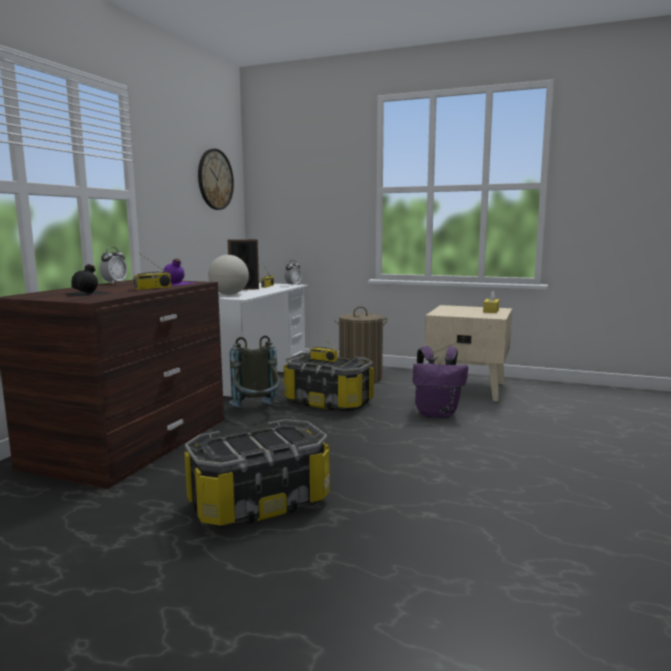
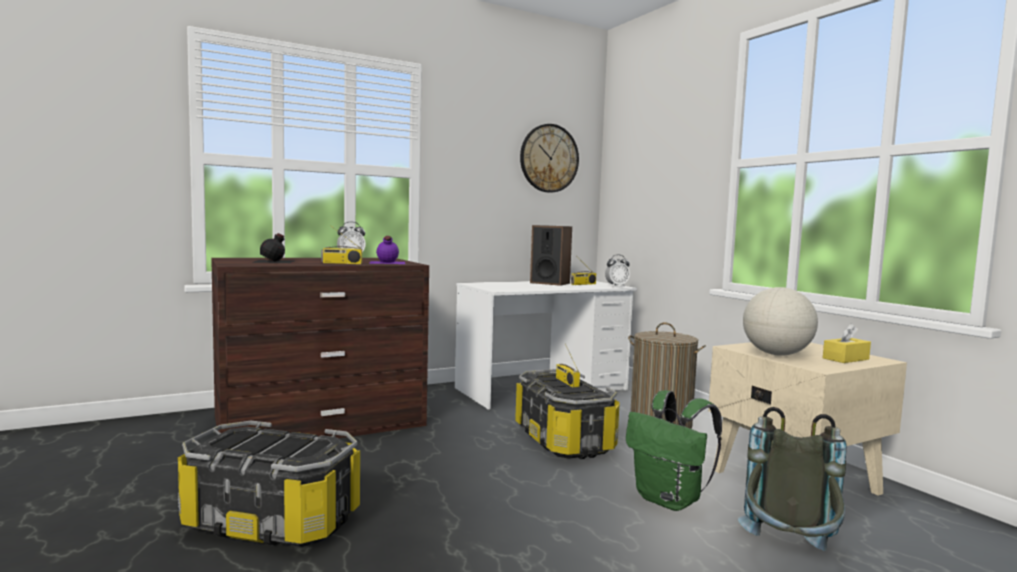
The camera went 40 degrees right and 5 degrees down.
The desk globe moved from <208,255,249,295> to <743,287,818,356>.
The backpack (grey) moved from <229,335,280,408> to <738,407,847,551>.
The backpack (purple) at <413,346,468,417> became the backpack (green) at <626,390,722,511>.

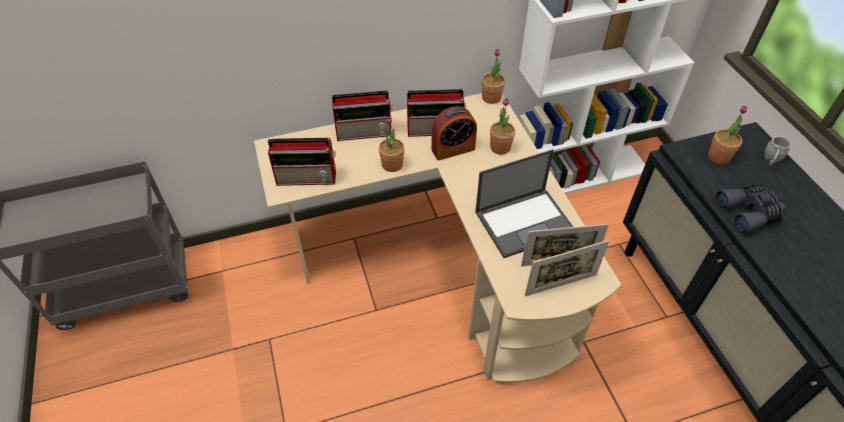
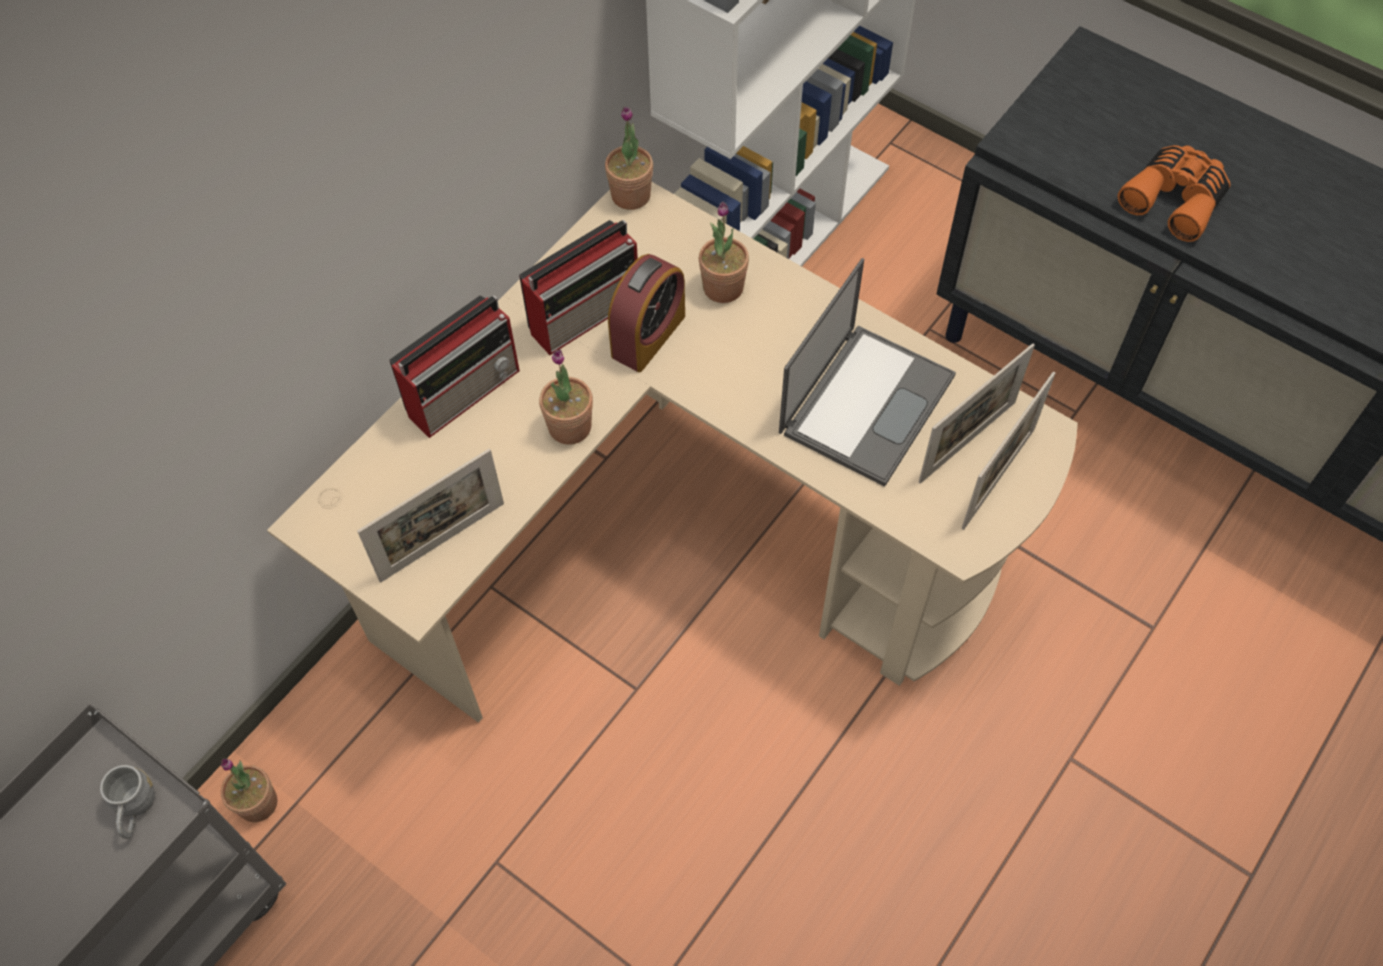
The camera went 35 degrees left and 10 degrees up.
The plant in a pot moved from <708,105,747,164> to <221,758,278,822>.
The mug (grey) moved from <764,136,791,166> to <100,765,155,839>.
The radio receiver at <268,138,336,186> was replaced by the photo frame at <357,449,504,583>.
The pair of binoculars (grey) at <715,185,786,234> became the pair of binoculars (orangey) at <1117,145,1230,242>.

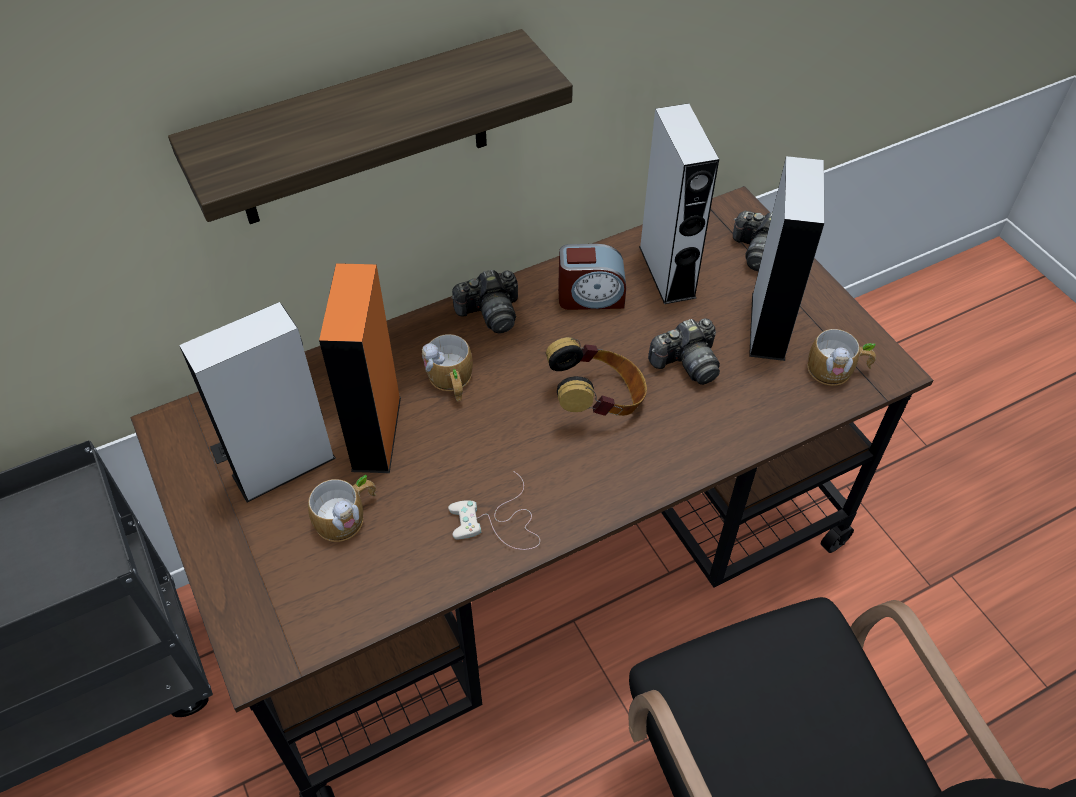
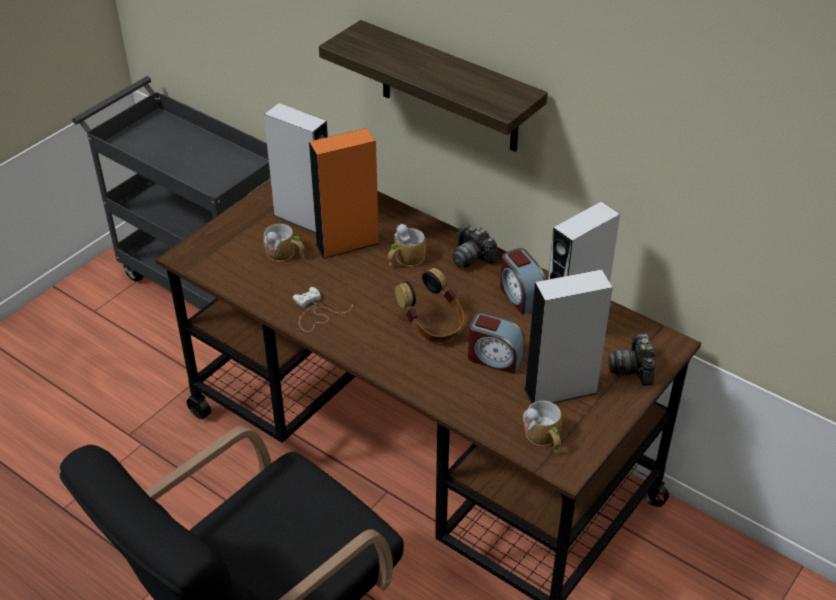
The camera went 65 degrees right and 10 degrees down.
The still camera at <648,318,720,385> was replaced by the alarm clock at <468,312,525,374>.

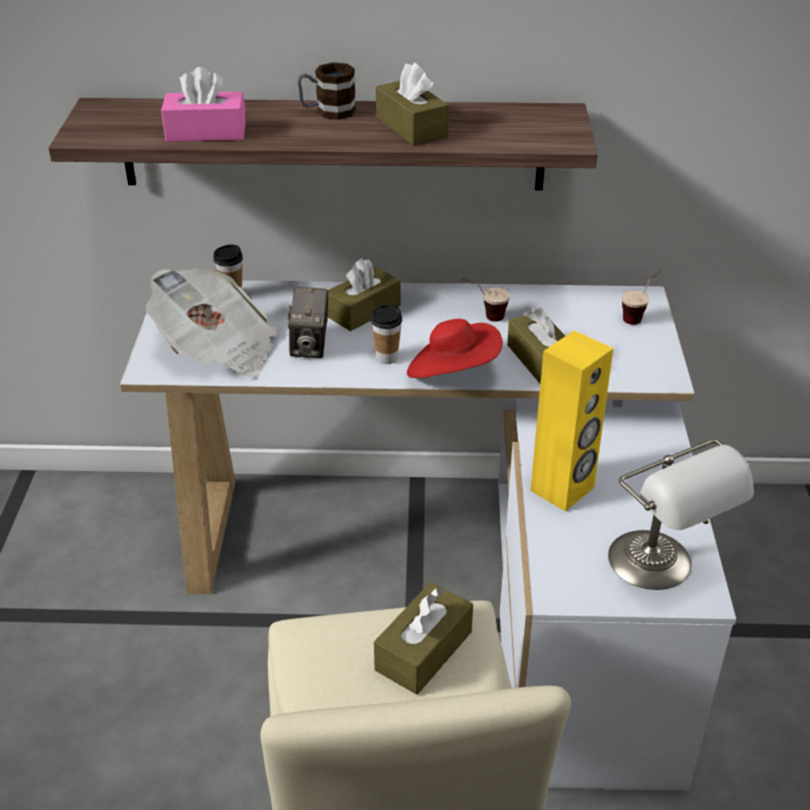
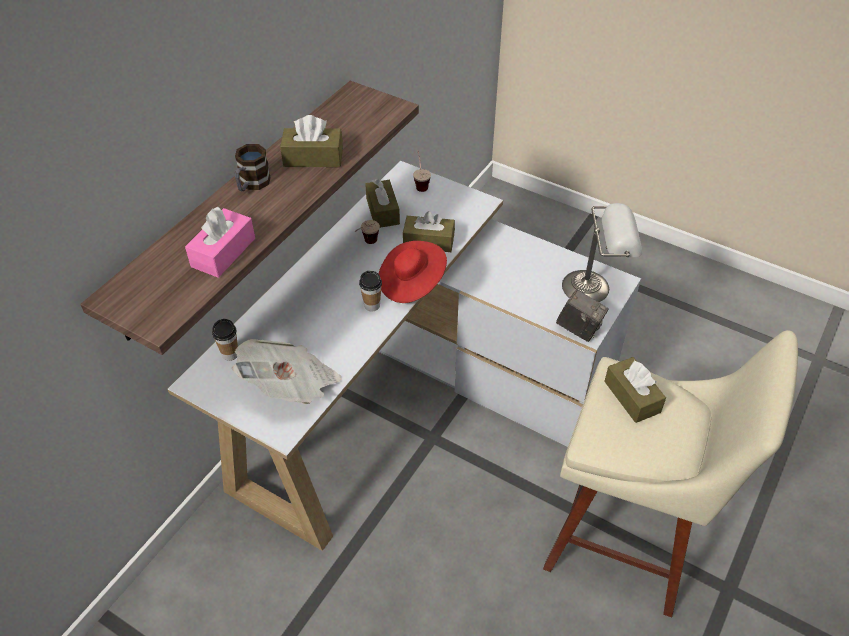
The camera went 60 degrees left and 10 degrees up.
The audio speaker (yellow-coloured) at <531,331,614,511> disappeared.
The still camera moved from <287,287,328,358> to <556,290,609,342>.
The box of tissues (brownish) moved from <328,259,401,331> to <365,179,400,228>.

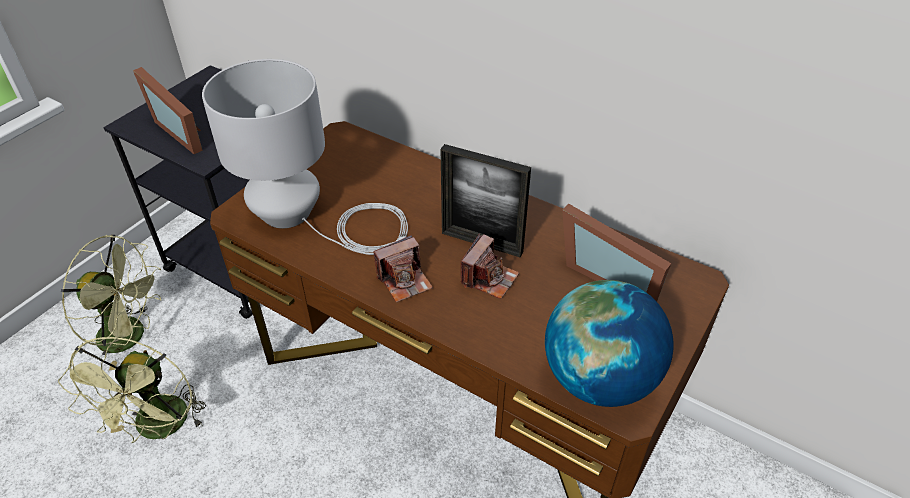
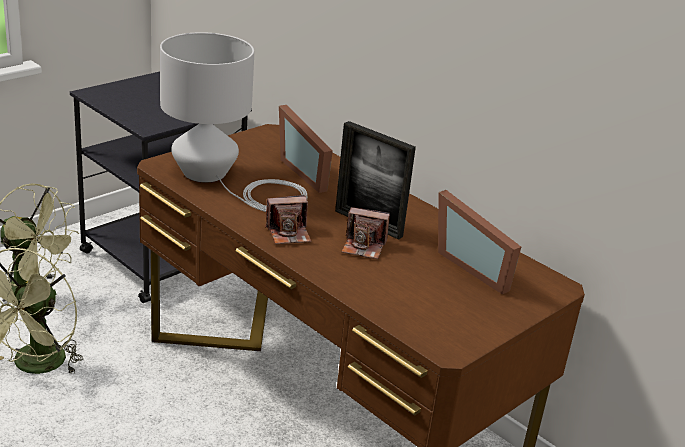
The camera went 10 degrees right and 15 degrees down.
The desk globe at <545,280,674,407> disappeared.
The photo frame moved from <133,67,203,154> to <279,105,333,193>.
The still camera at <461,234,519,299> turned 60 degrees clockwise.

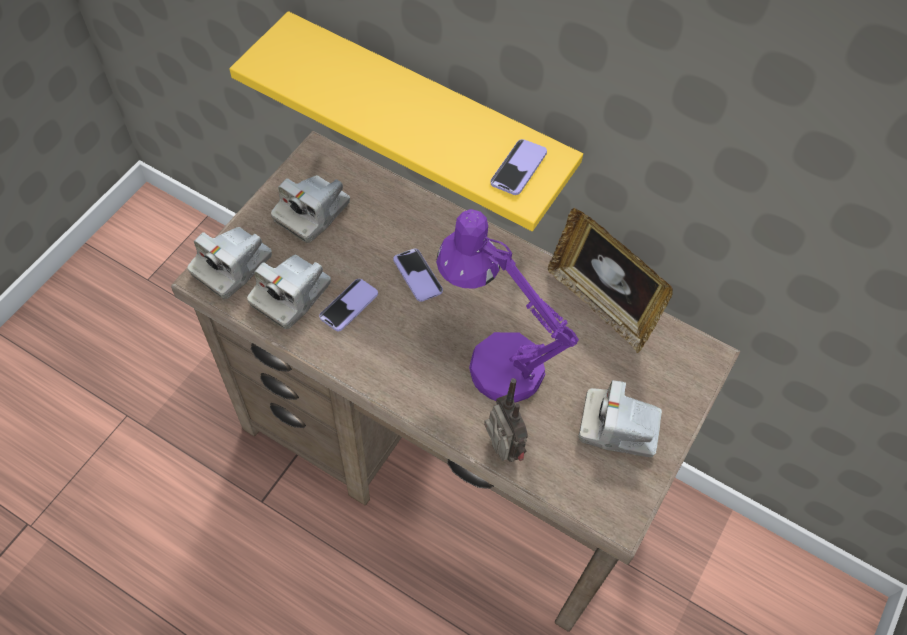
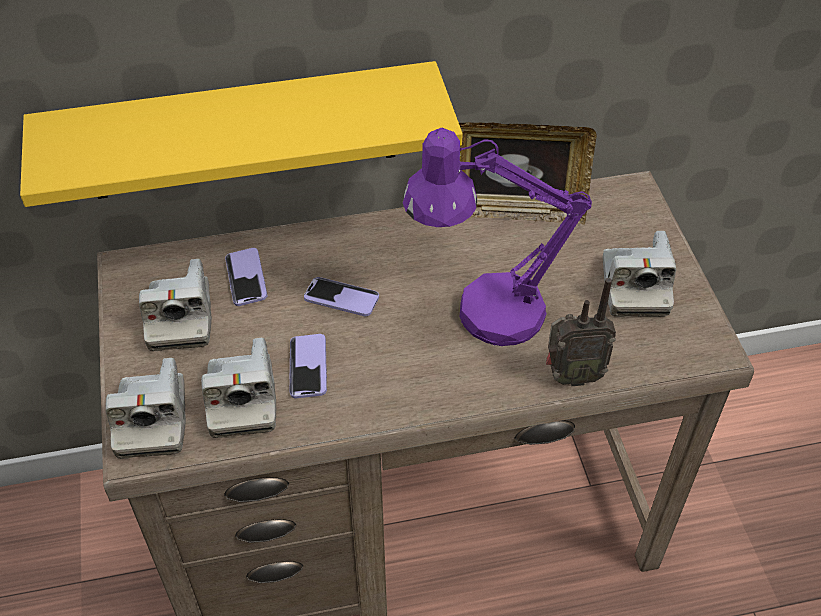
The camera went 40 degrees left and 10 degrees down.
The telephone moved from <491,139,547,195> to <225,248,267,306>.
The radio receiver at <484,378,528,462> turned 150 degrees clockwise.
The still camera at <578,380,662,457> turned 60 degrees counterclockwise.

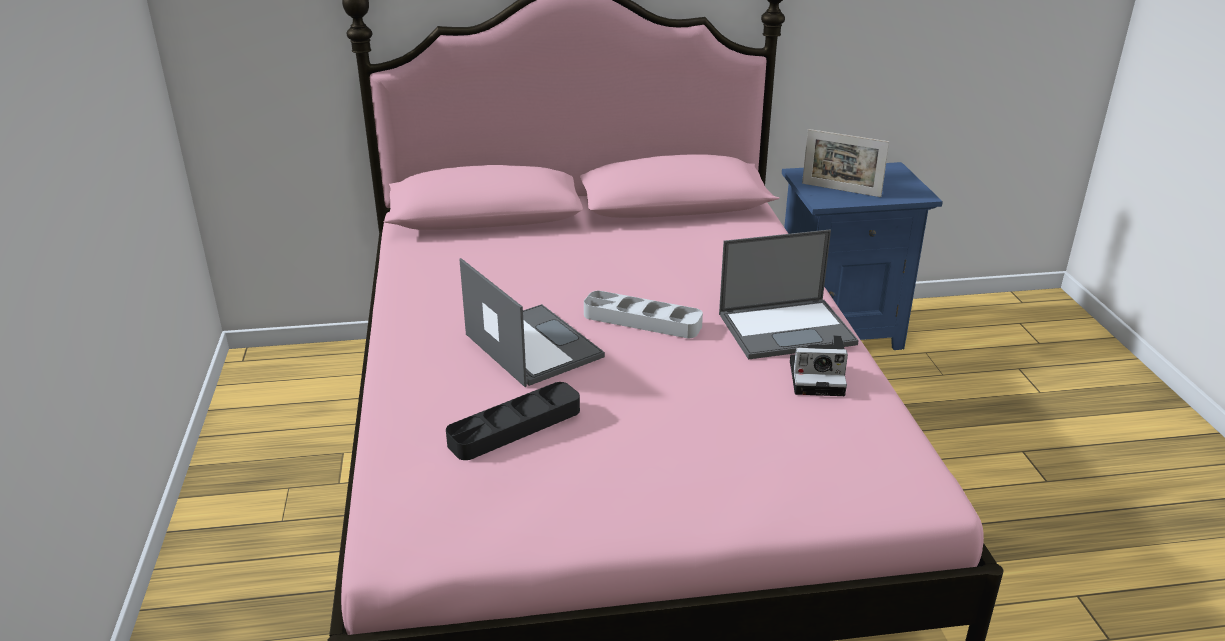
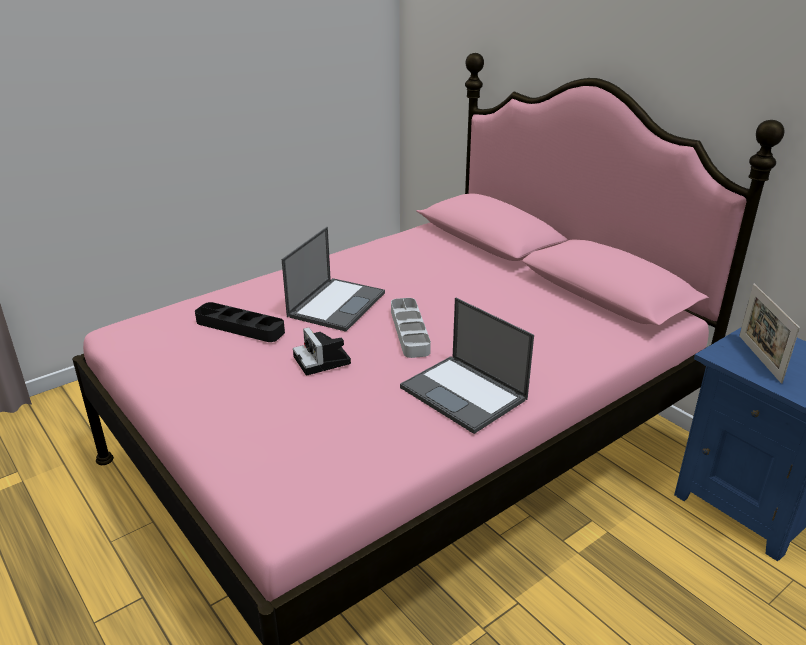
The camera went 60 degrees right and 0 degrees up.
The still camera moved from <790,335,848,396> to <293,327,351,376>.

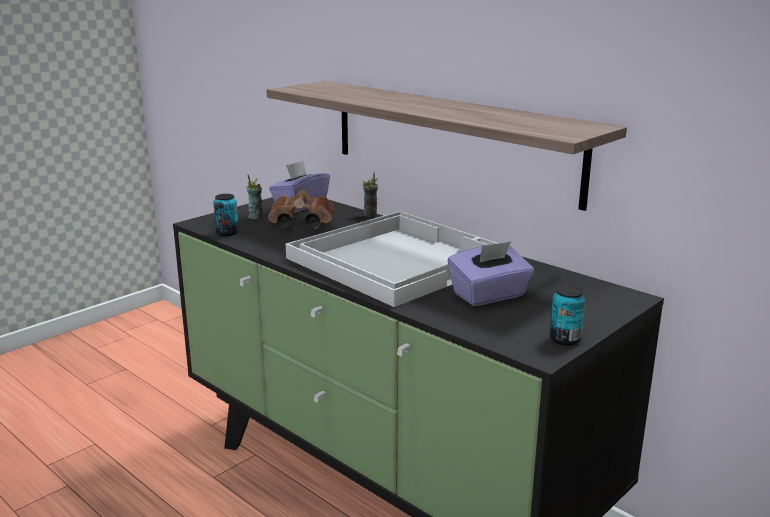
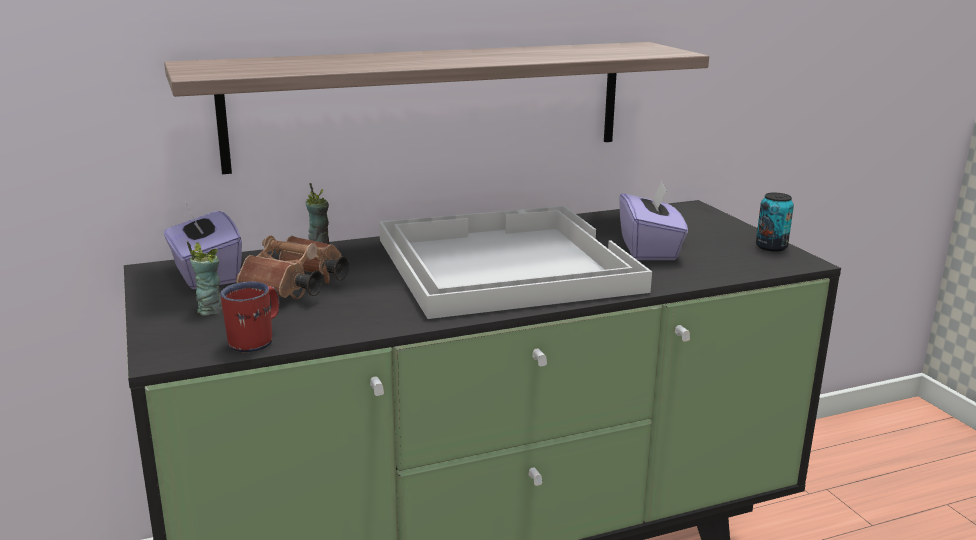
The camera went 65 degrees left and 0 degrees up.
The can at <213,194,239,236> was replaced by the mug (red-coloured) at <220,282,280,352>.

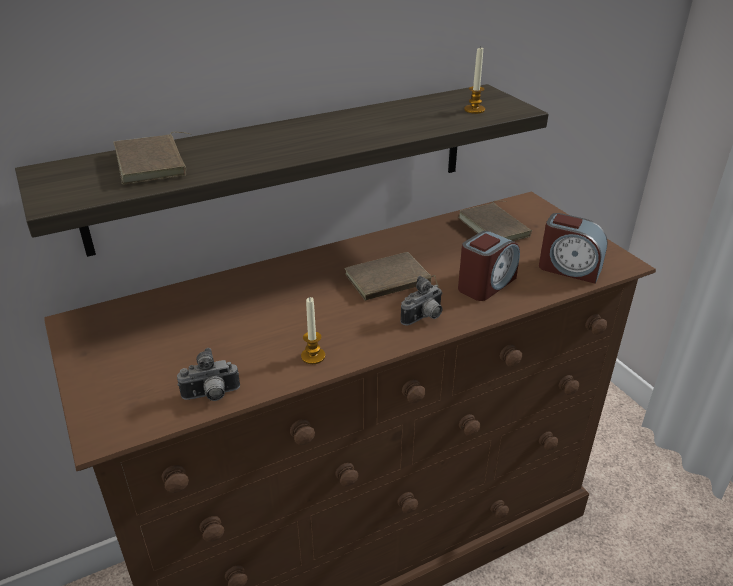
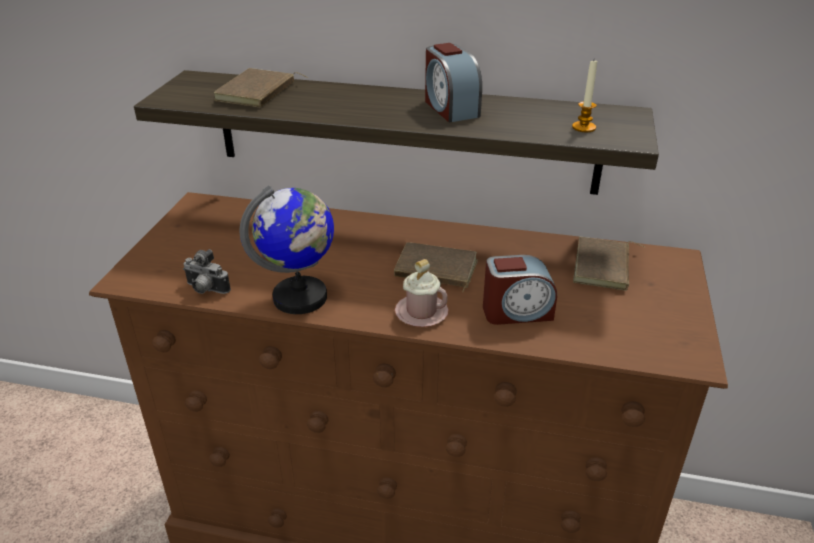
The camera went 40 degrees right and 0 degrees up.
The alarm clock moved from <539,213,608,284> to <425,43,482,122>.
The wax candle at <301,297,325,364> was replaced by the desk globe at <240,185,334,314>.
The still camera at <400,276,443,326> was replaced by the mug (pink-coloured) at <395,259,449,327>.

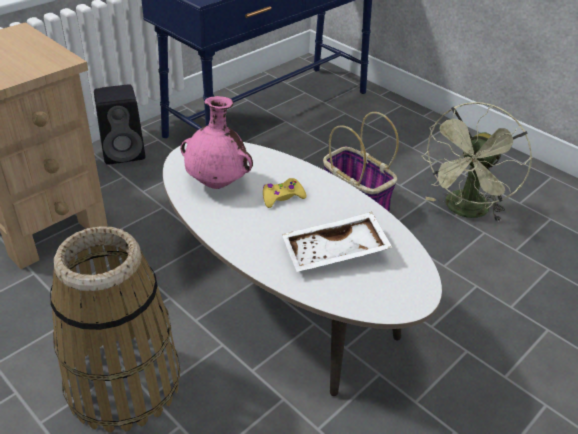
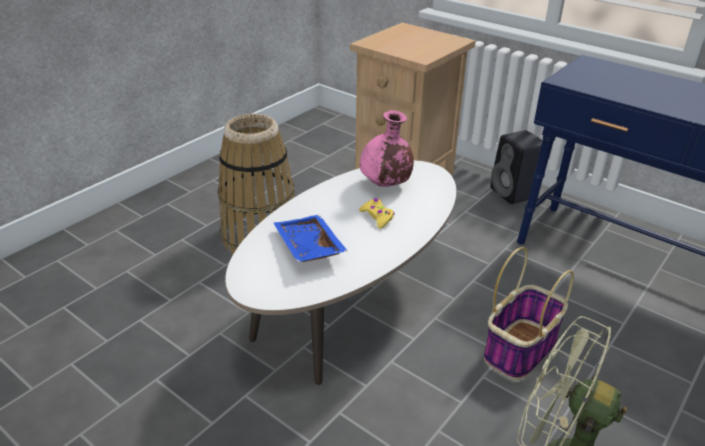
The camera went 85 degrees right and 5 degrees down.
The serving tray (white-coloured) at <282,212,393,272> became the serving tray (bluish) at <274,215,348,262>.

